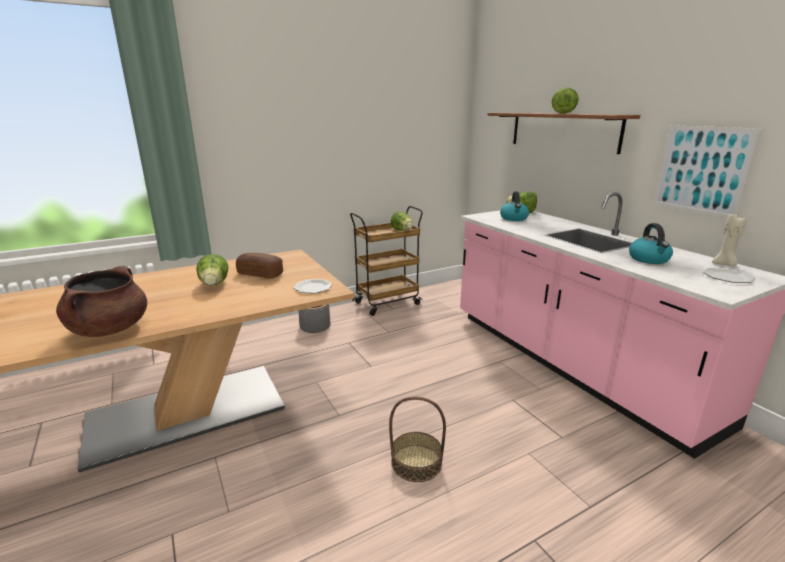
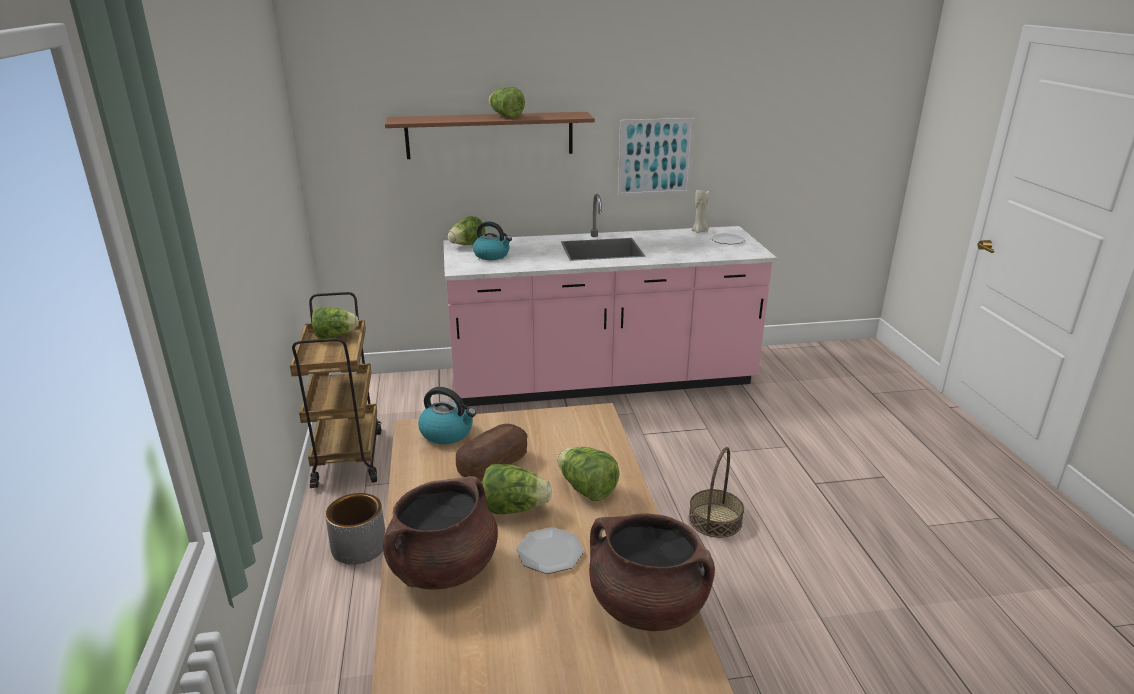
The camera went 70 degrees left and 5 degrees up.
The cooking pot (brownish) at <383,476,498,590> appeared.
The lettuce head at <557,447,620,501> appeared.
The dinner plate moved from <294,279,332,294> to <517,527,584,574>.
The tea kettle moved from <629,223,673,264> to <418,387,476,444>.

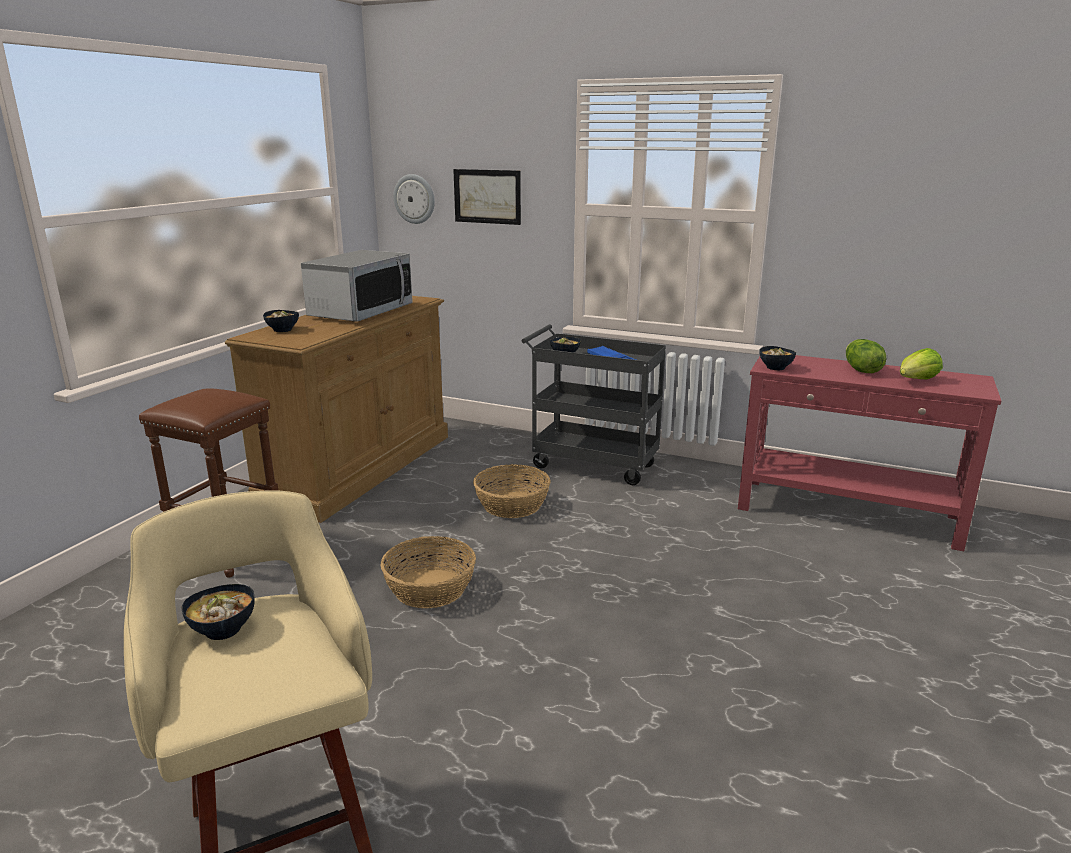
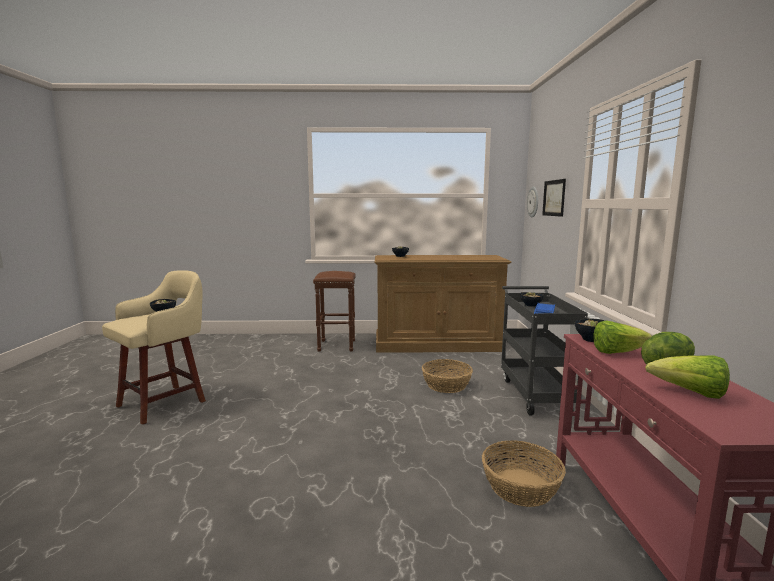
The camera went 65 degrees right and 10 degrees down.
The microwave oven at <301,250,413,322> disappeared.
The lettuce head at <593,320,652,354> appeared.
The storage basket moved from <380,536,476,608> to <482,440,566,507>.

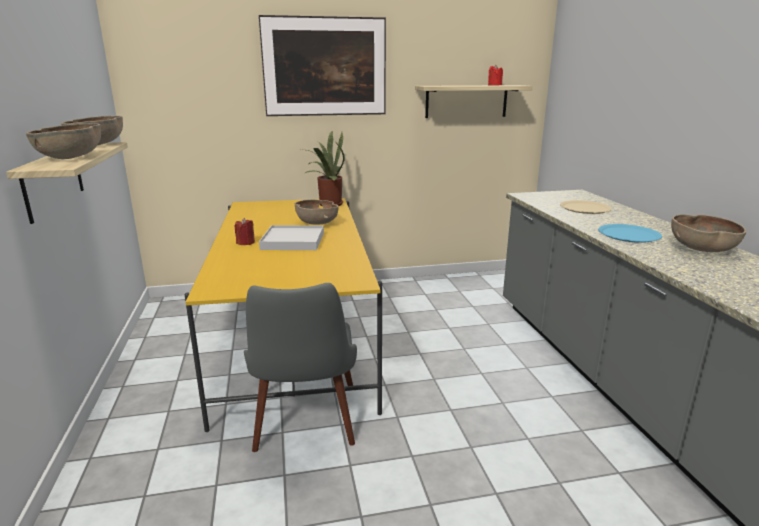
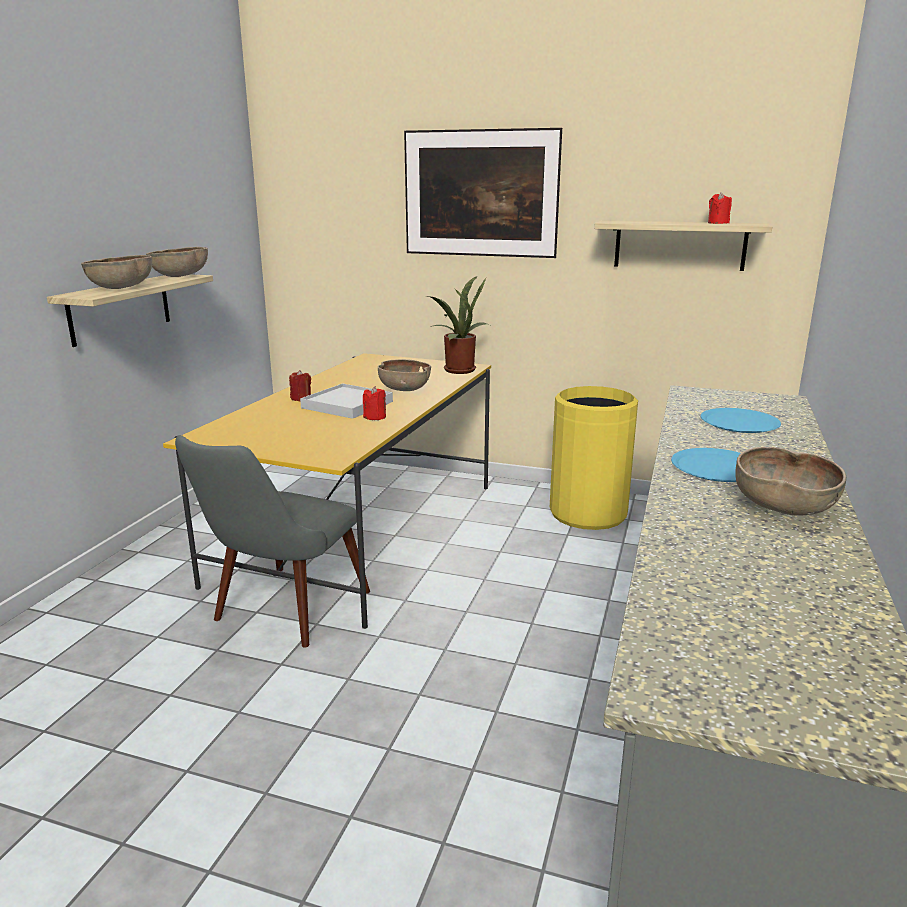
The camera went 30 degrees right and 0 degrees up.
The wax candle (red-coloured) at <363,386,386,420> appeared.
The waste bin (yellow-coloured) at <550,386,638,530> appeared.
The dinner plate (sand-coloured) at <560,200,612,214> became the dinner plate (bluish) at <700,408,781,433>.

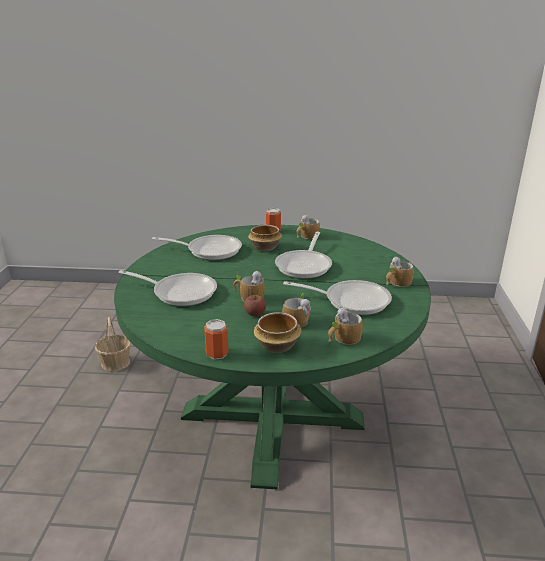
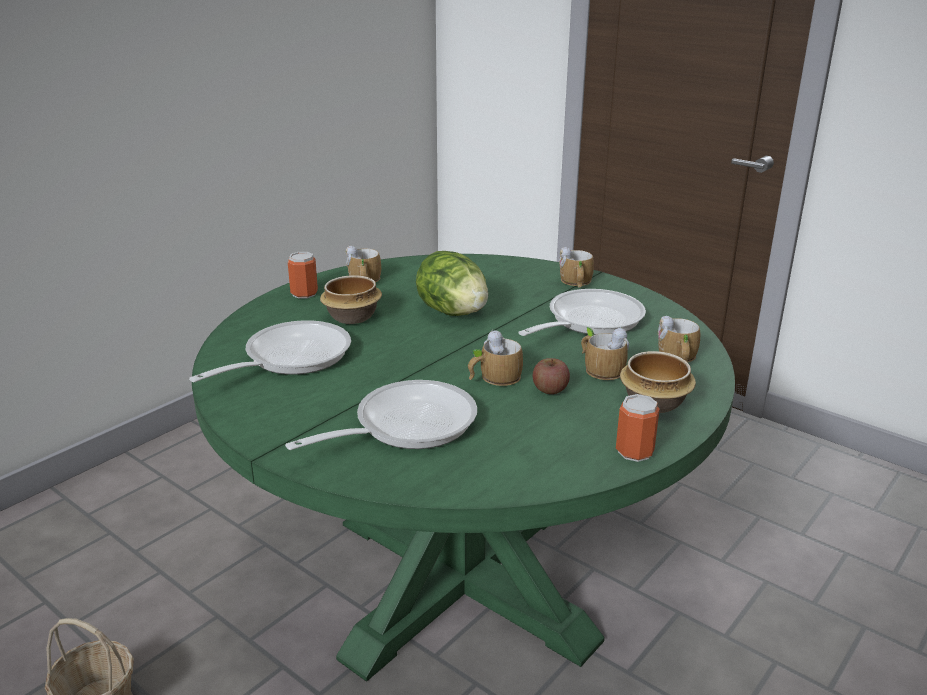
The camera went 55 degrees left and 0 degrees up.
The skillet at <275,232,332,279> was replaced by the lettuce head at <416,251,488,316>.

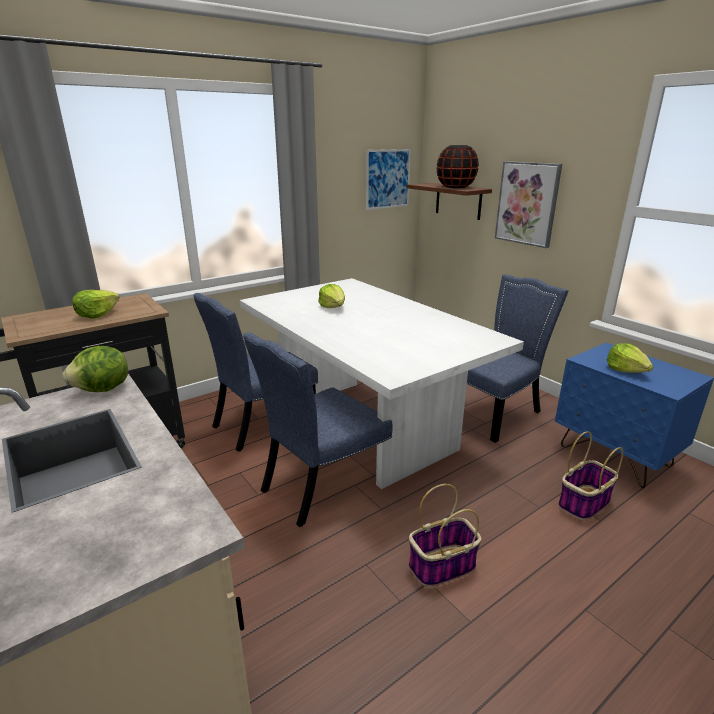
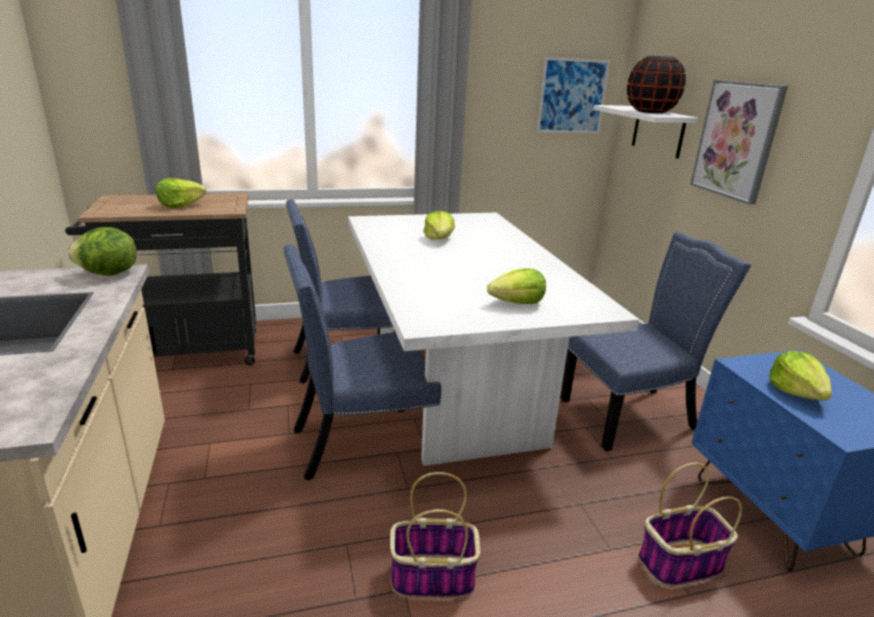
The camera went 20 degrees right and 0 degrees up.
The lettuce head at <487,268,546,304> appeared.
The shelf (brownish) at <406,183,492,220> became the shelf (white-coloured) at <594,105,698,159>.

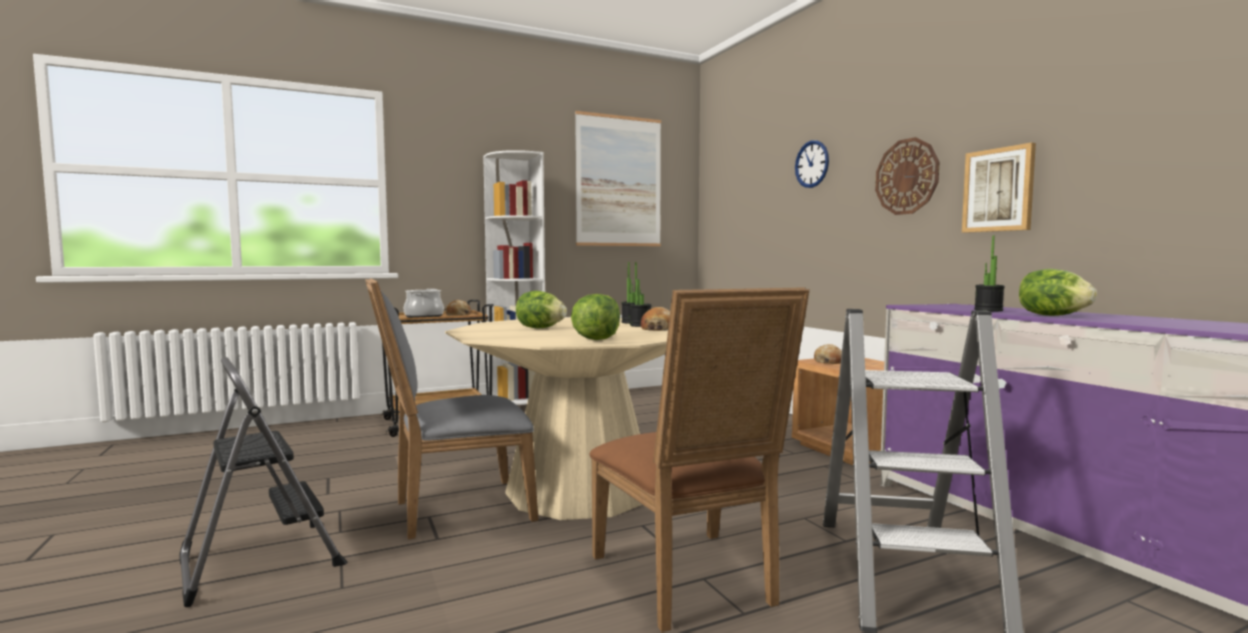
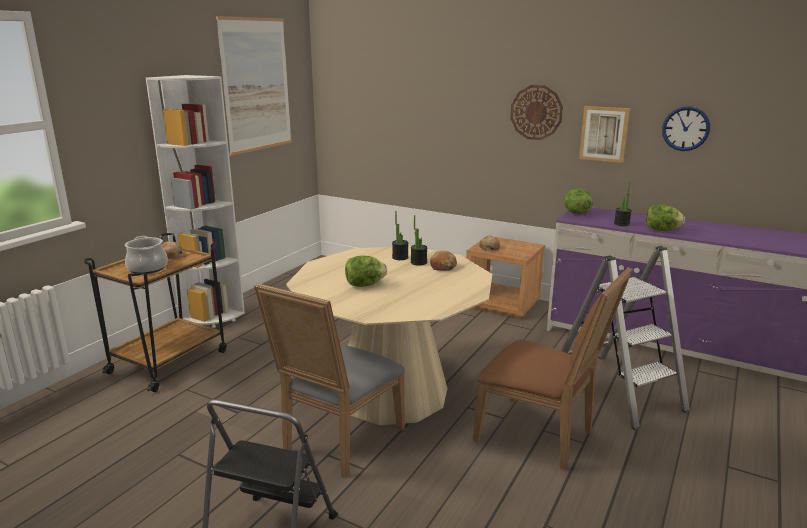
The camera went 35 degrees left and 15 degrees up.
The lettuce head moved from <571,294,620,340> to <564,189,593,214>.
The hanging clock moved from <795,140,829,188> to <662,106,710,151>.

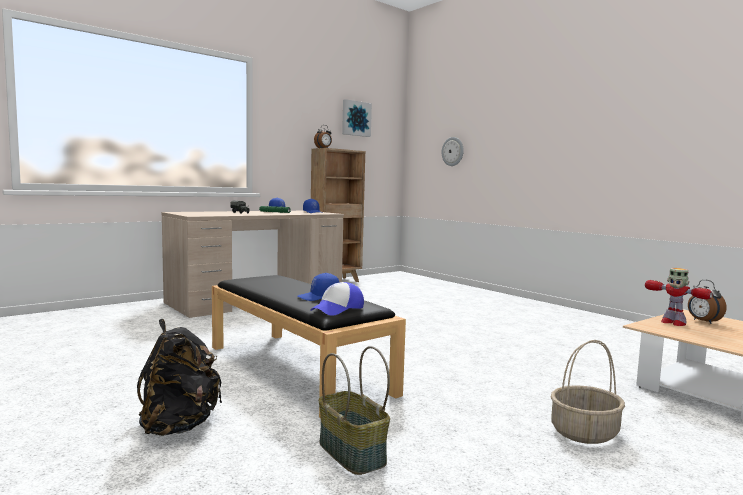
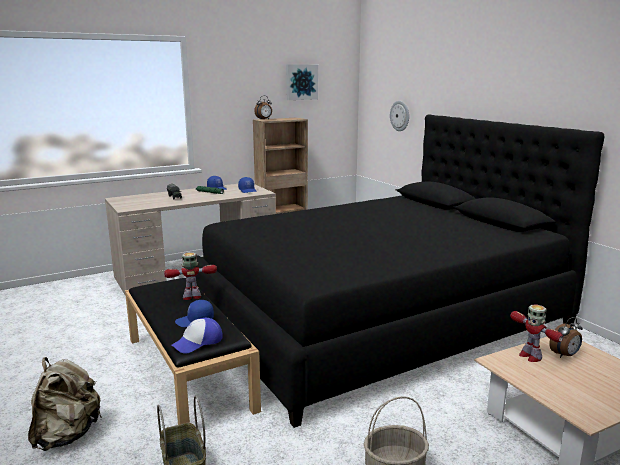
The camera went 10 degrees right and 10 degrees up.
The robot figure at <164,252,217,300> appeared.
The sleeping bed (blackish) at <196,115,604,428> appeared.
The backpack (blackish) at <137,319,222,436> became the backpack (sand-coloured) at <28,357,102,451>.
The alarm clock at <688,280,727,324> turned 105 degrees counterclockwise.

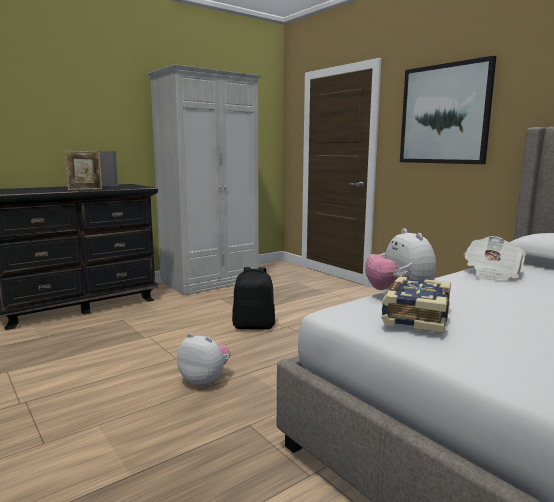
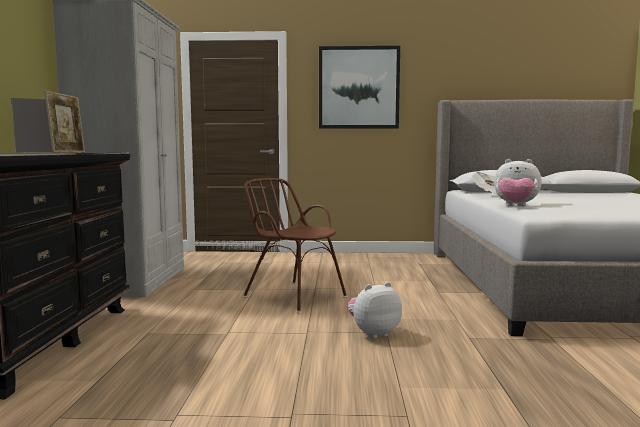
The camera went 50 degrees left and 5 degrees down.
The volume at <381,276,451,333> disappeared.
The backpack (blackish) at <232,267,275,330> was replaced by the upright chair (brownish) at <242,178,347,313>.

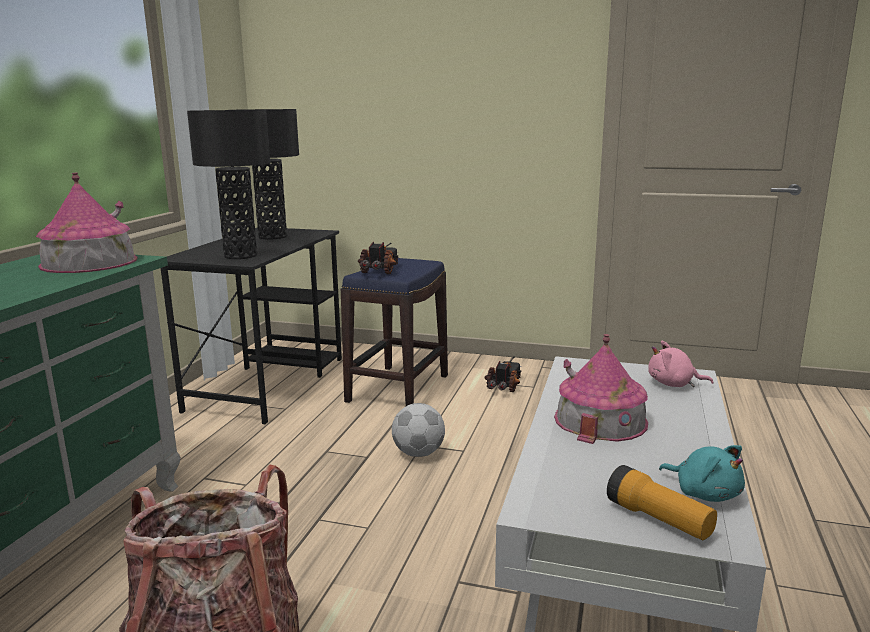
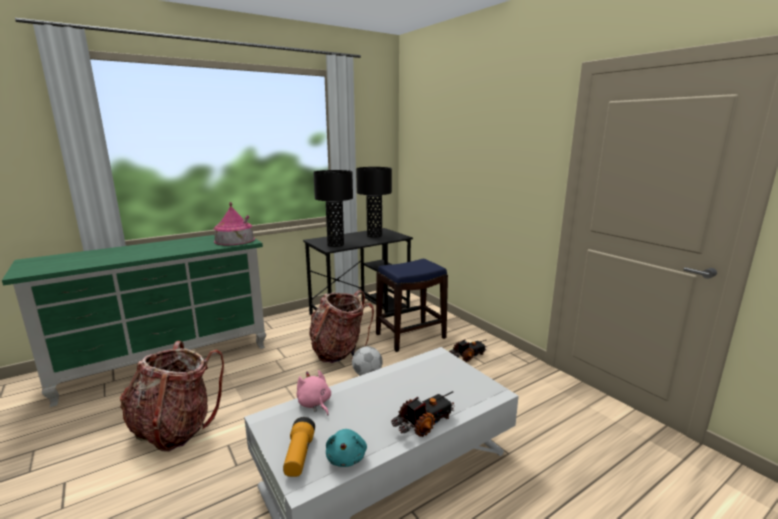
The camera went 40 degrees right and 0 degrees up.
The miniature house at <554,334,648,444> disappeared.
The backpack at <310,290,374,363> appeared.
The toy lorry moved from <358,242,399,274> to <391,391,455,437>.
The plush toy (pink-coloured) moved from <648,341,714,387> to <297,370,331,415>.

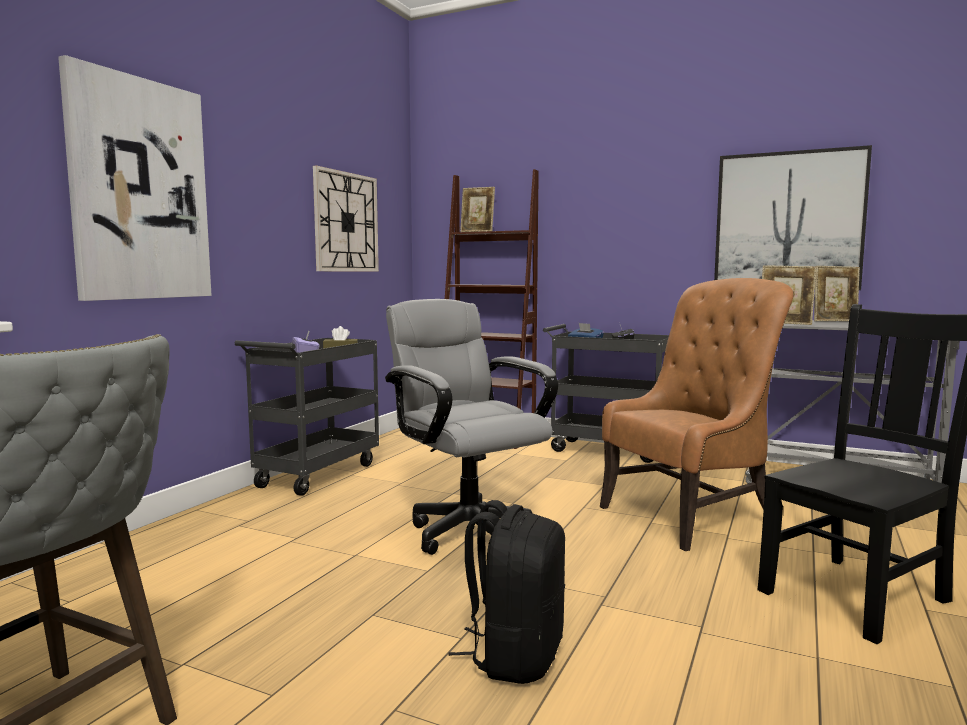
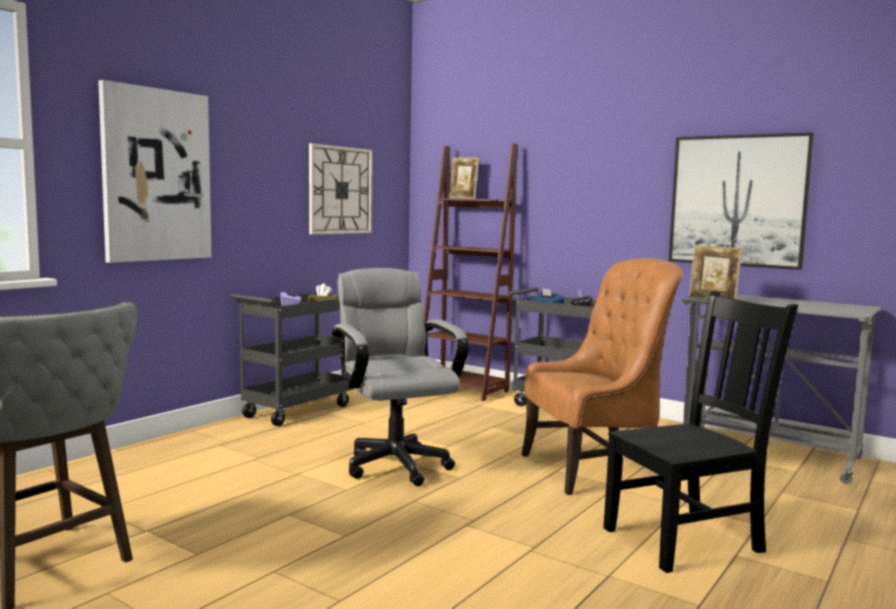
The camera went 10 degrees right and 0 degrees up.
The backpack (blackish) at <448,500,565,684> disappeared.
The photo frame at <814,266,860,321> disappeared.

